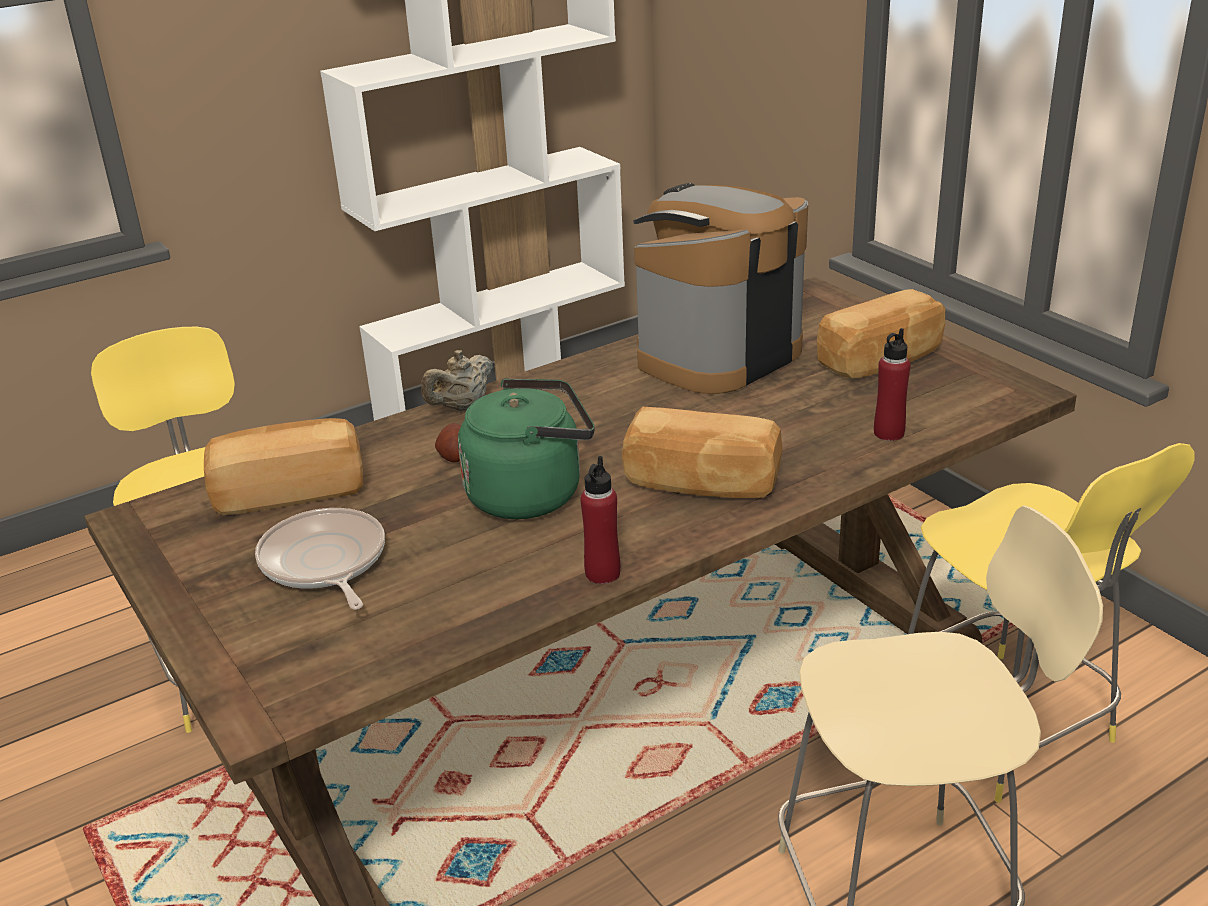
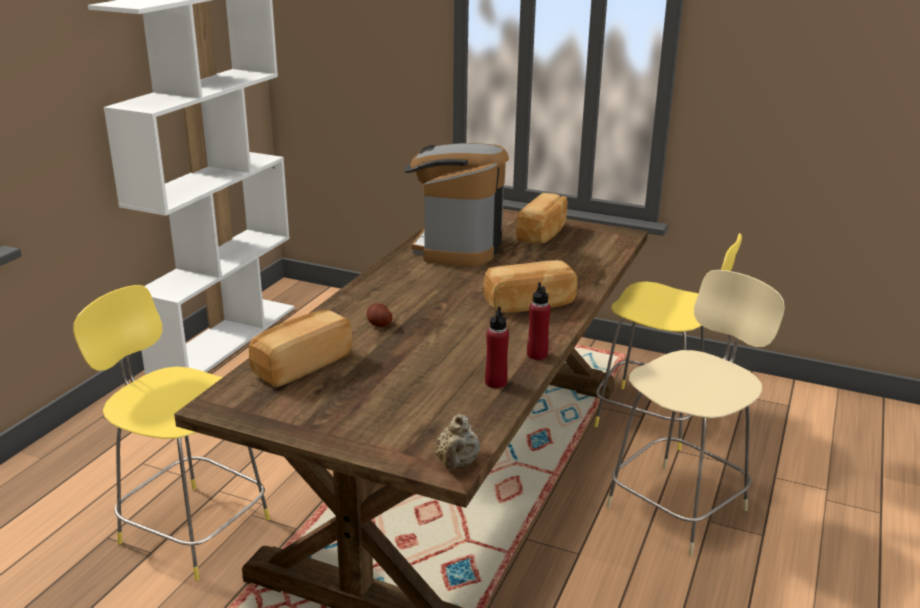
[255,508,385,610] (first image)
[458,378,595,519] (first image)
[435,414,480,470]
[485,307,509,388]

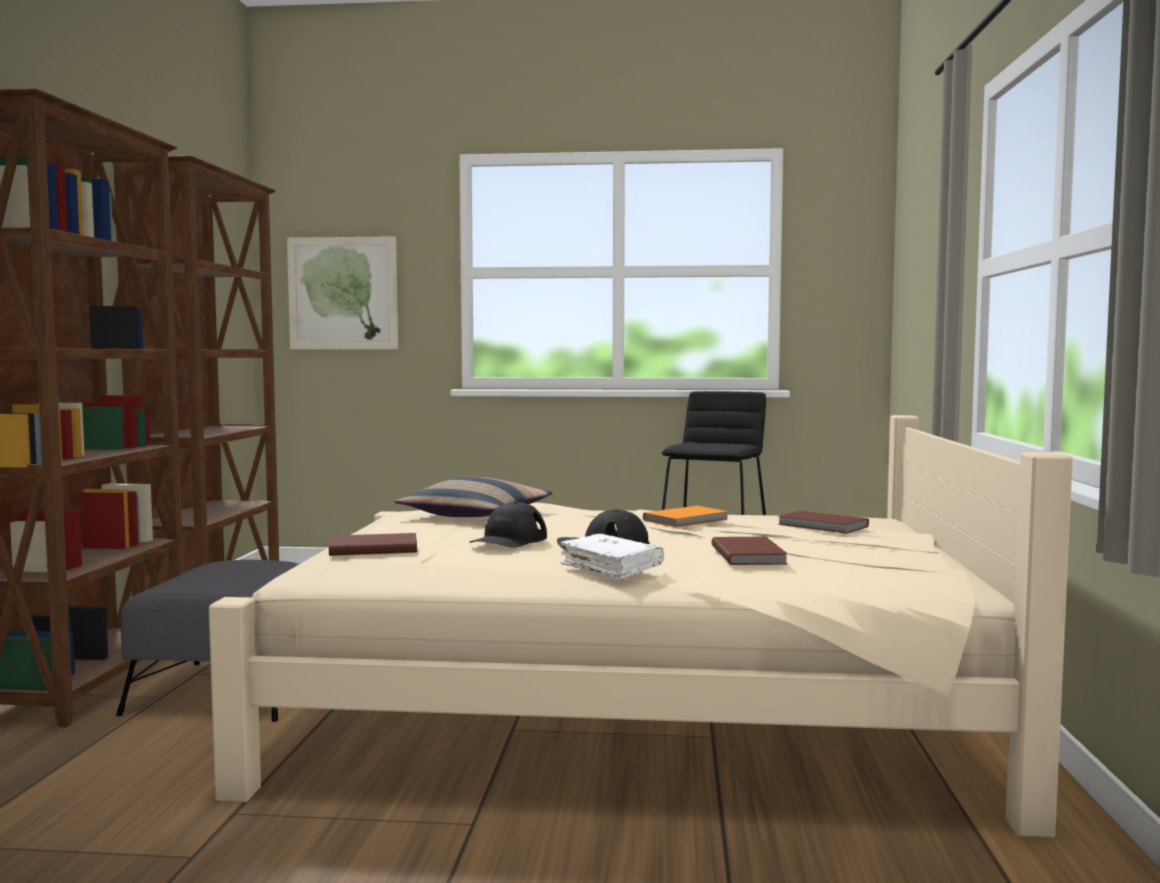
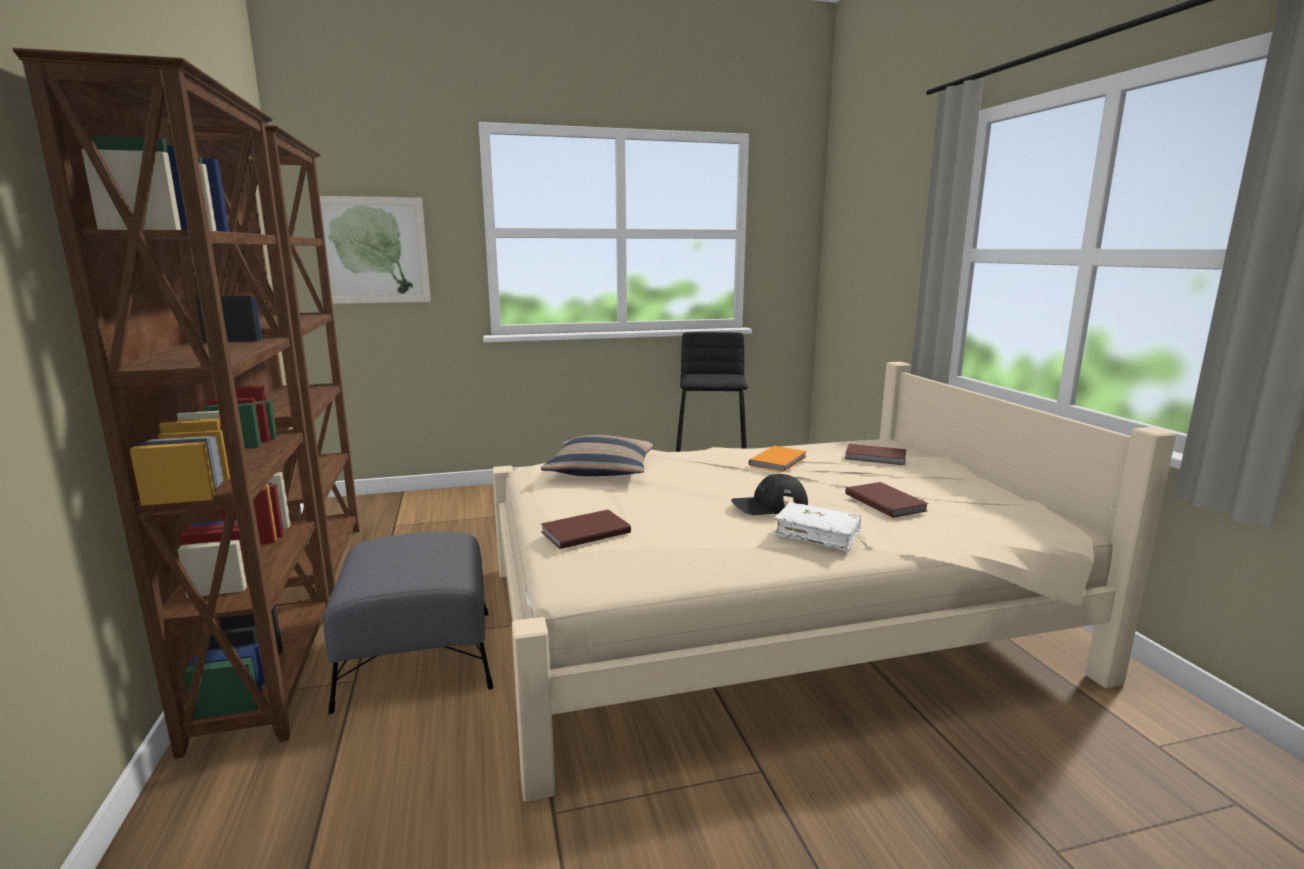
[469,502,547,548] (first image)

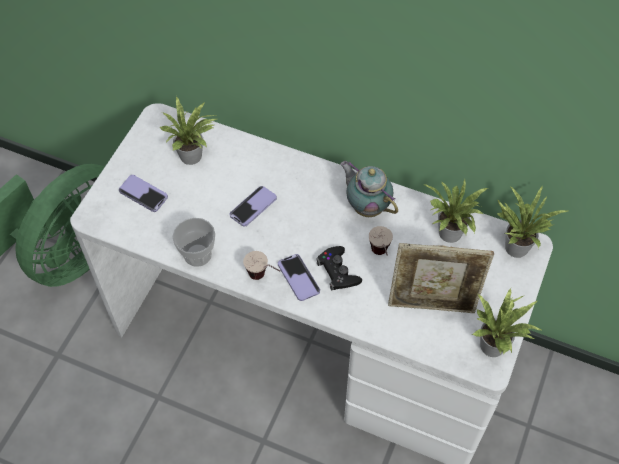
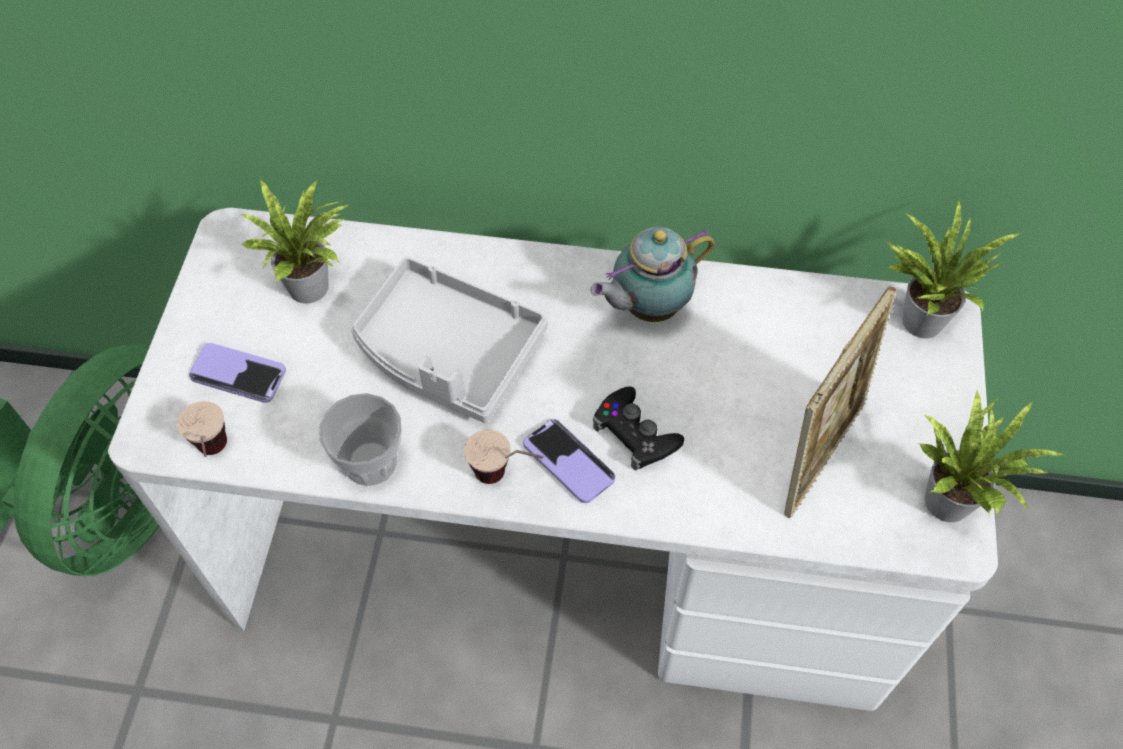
[423,179,487,243] (first image)
[177,401,227,457]
[351,257,548,423]
[590,227,715,322]
[784,286,896,518]

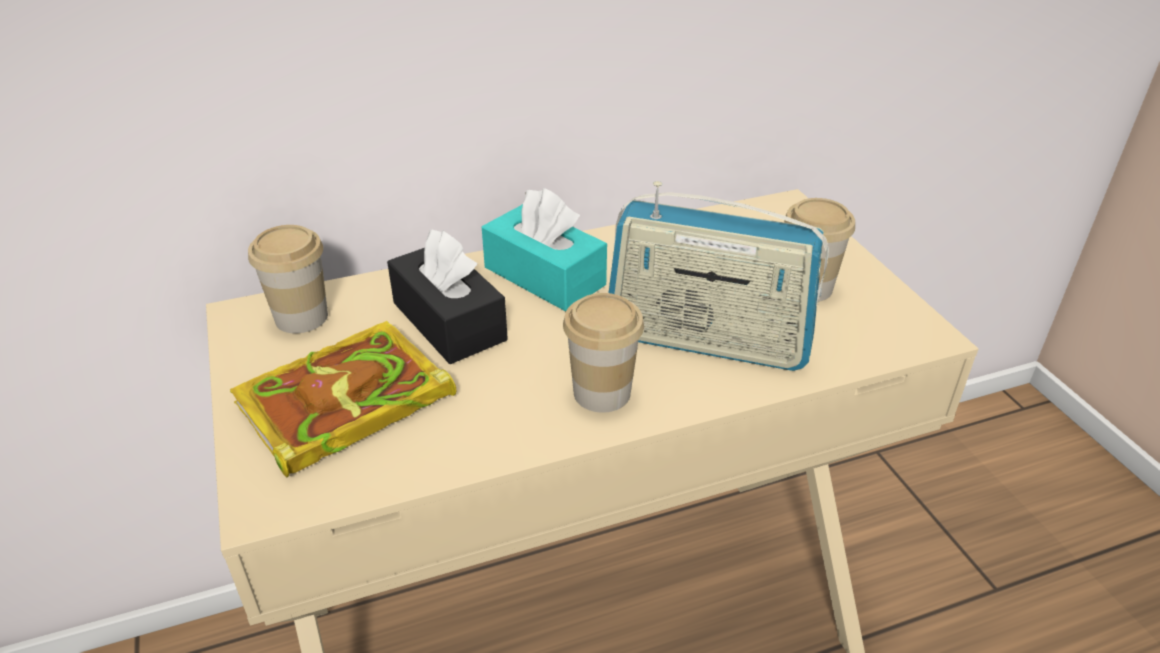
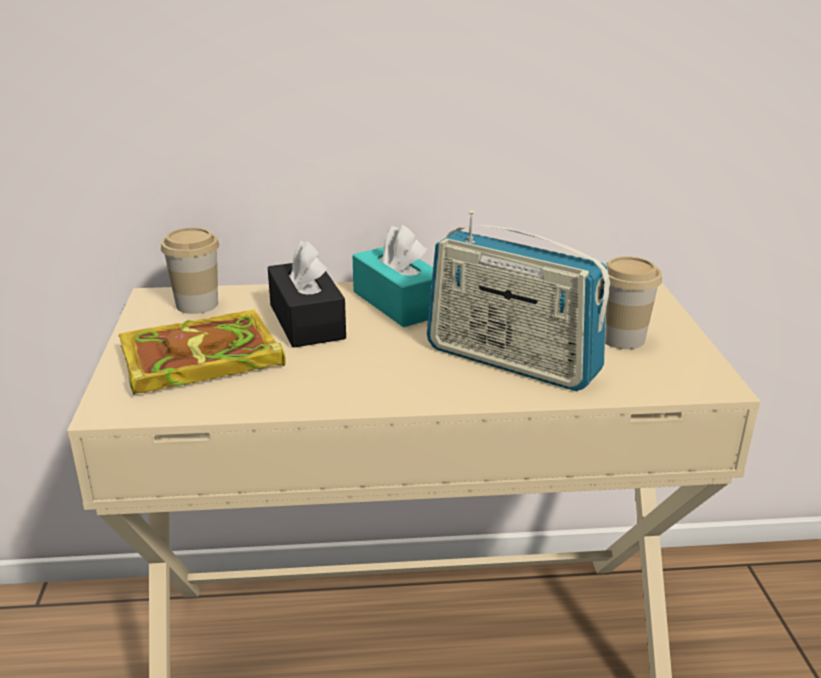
[563,293,644,413] (first image)

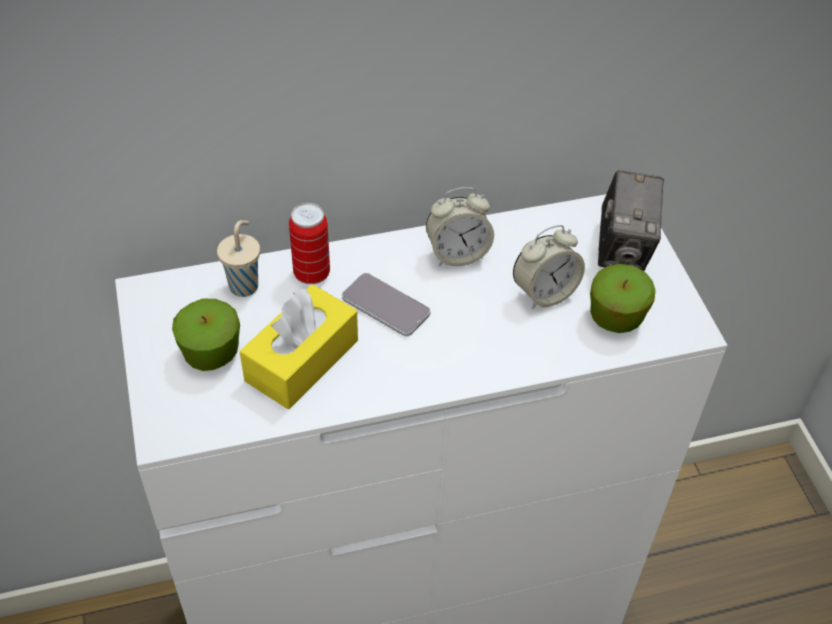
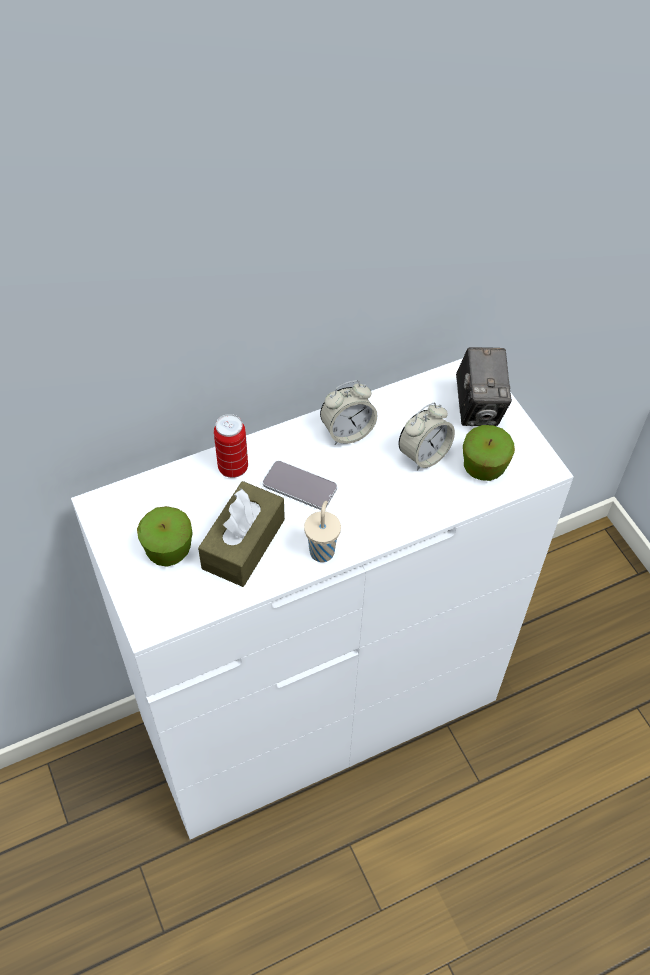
[304,501,341,562]
[198,481,285,587]

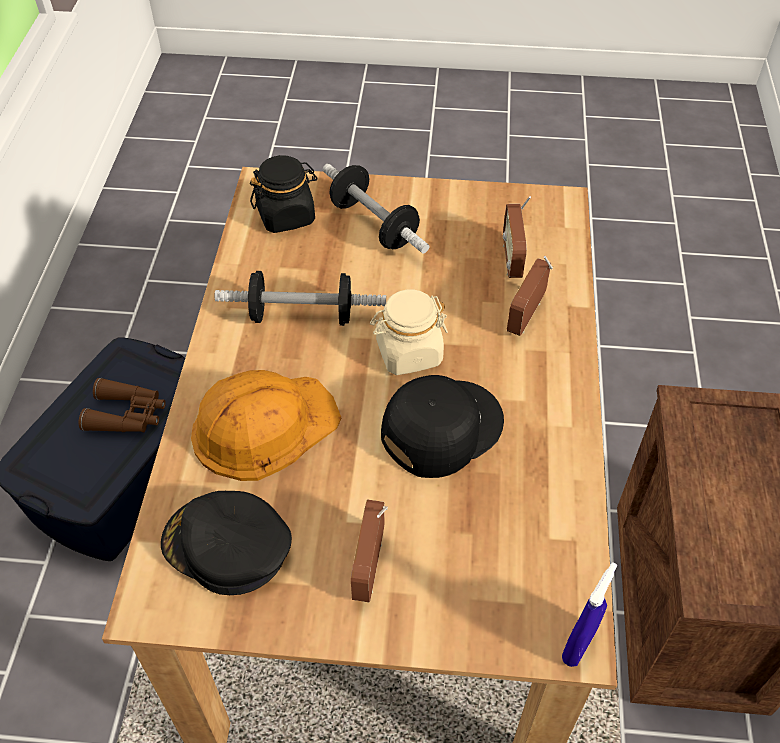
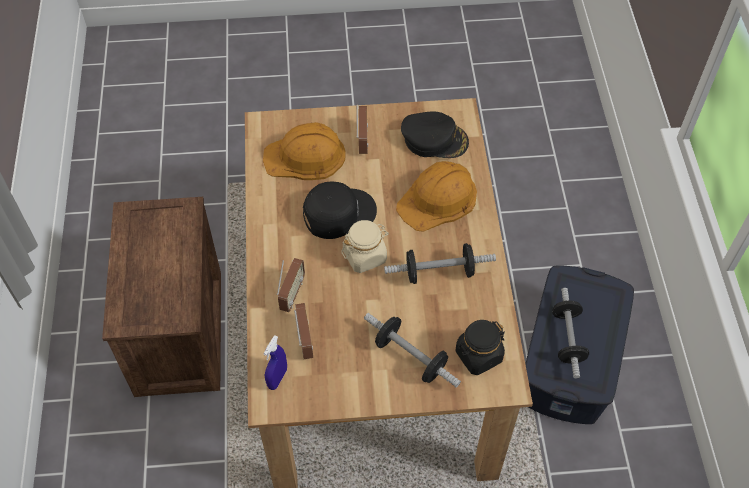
[263,122,346,180]
[264,335,287,390]
[552,288,589,378]
[303,182,377,239]

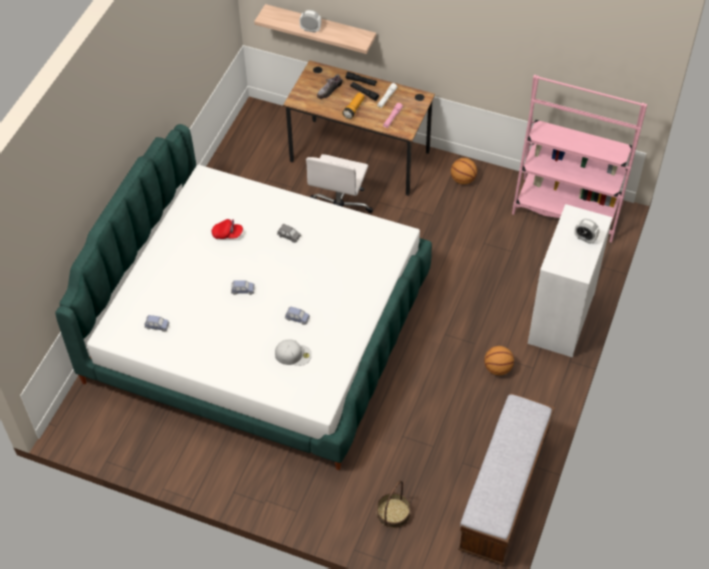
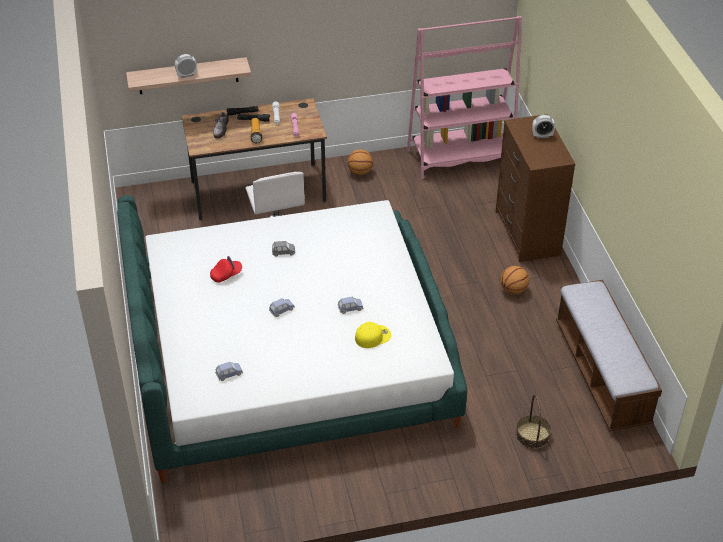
[355,322,392,348]
[495,114,576,262]

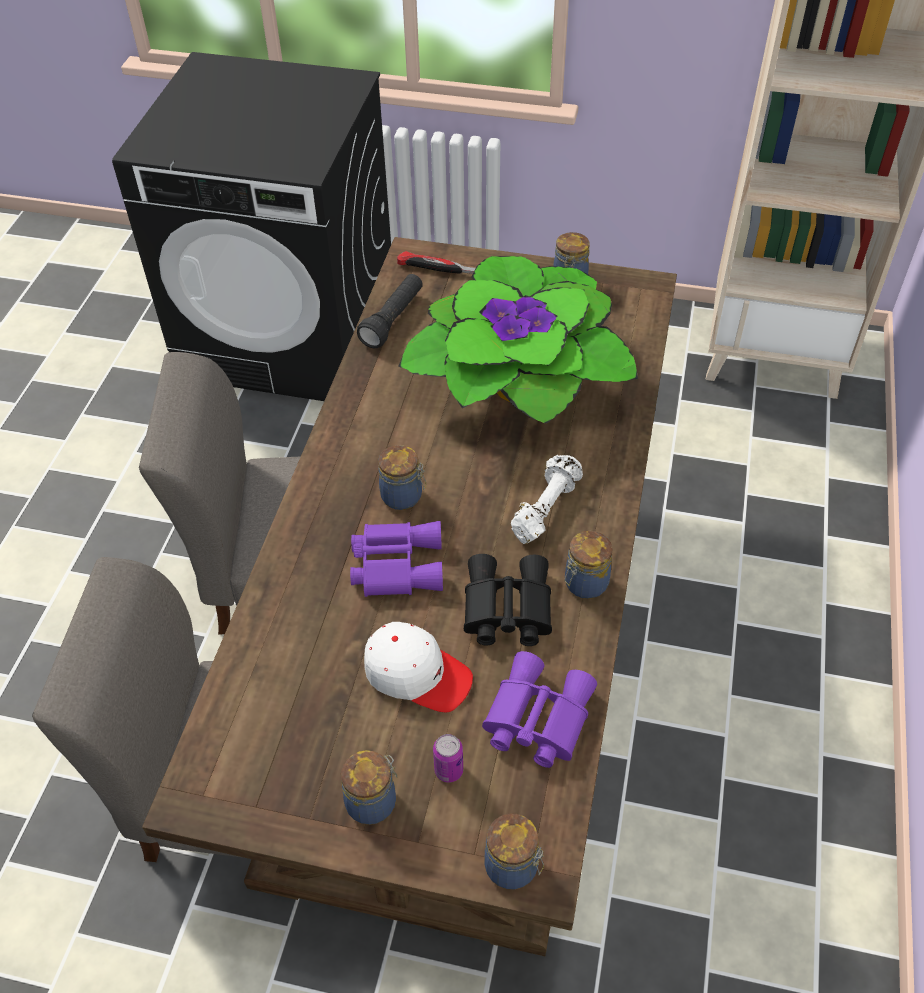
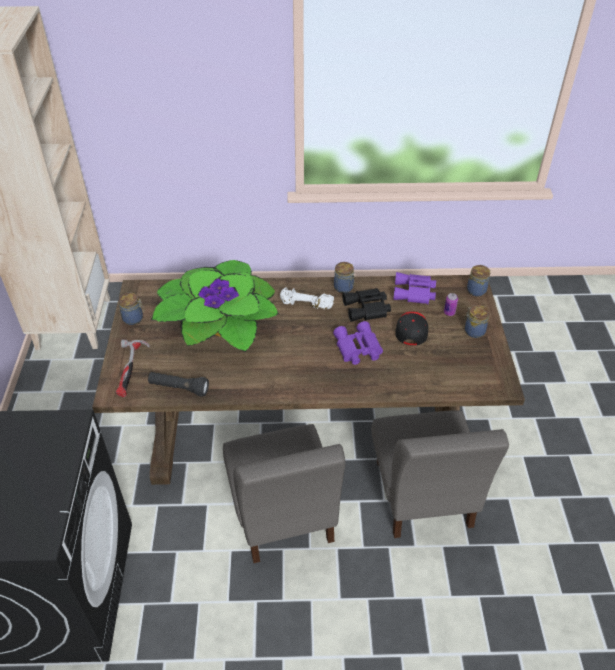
[378,445,426,510] (first image)
[395,311,428,345]

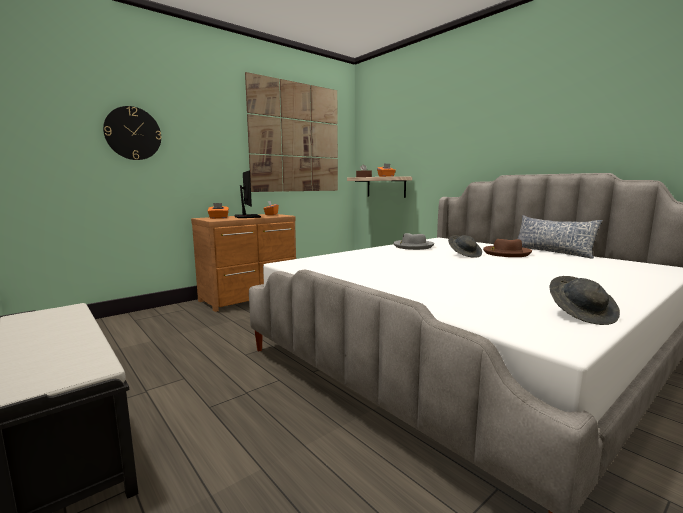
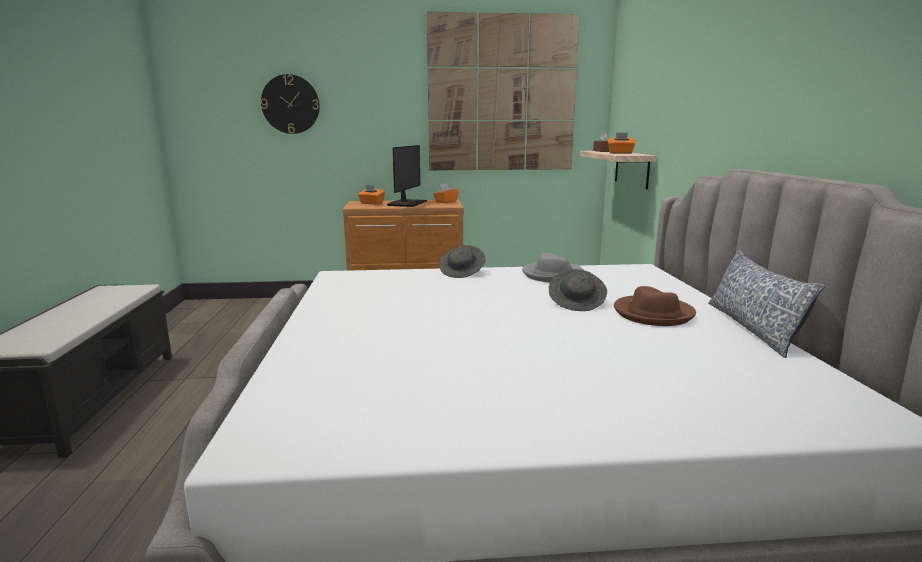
[439,245,486,278]

